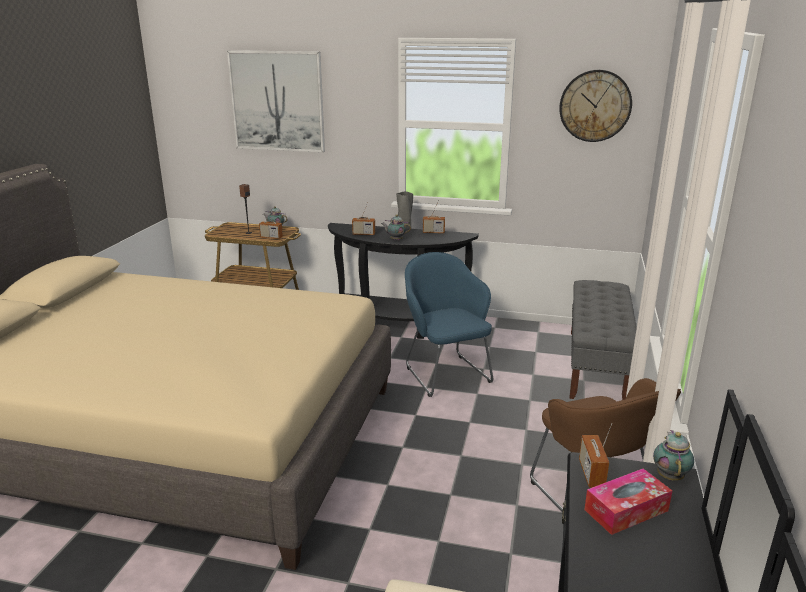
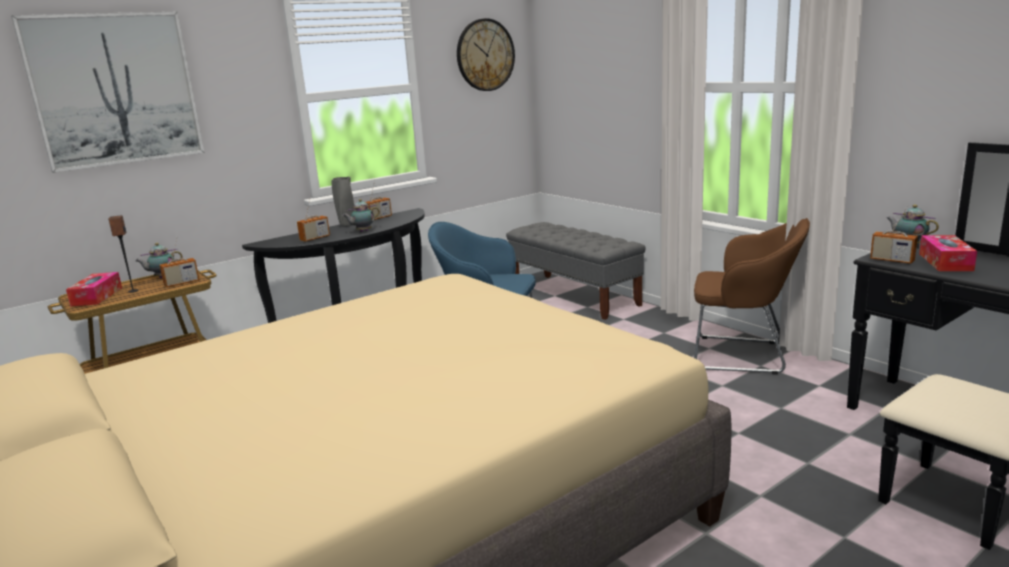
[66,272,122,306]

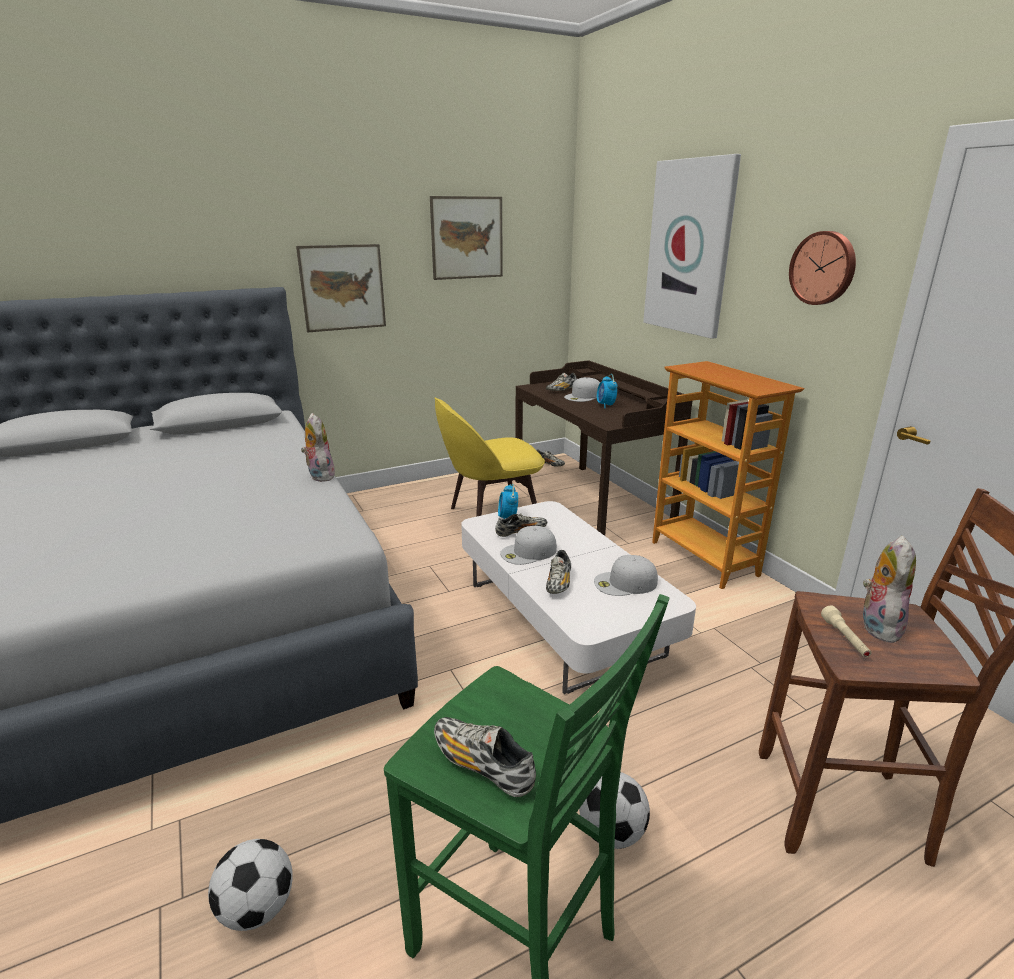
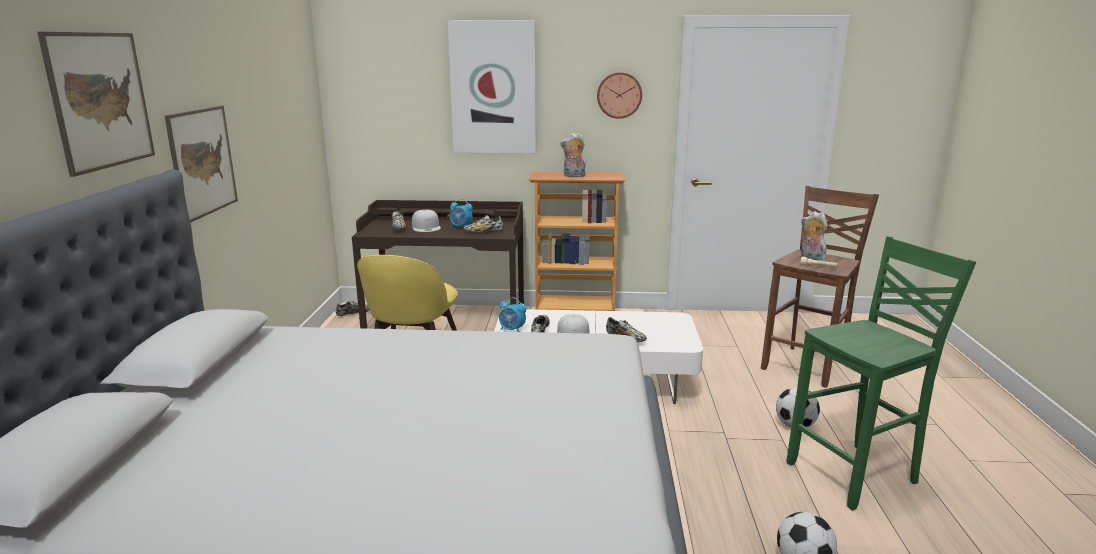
[594,555,658,596] (first image)
[560,133,586,177]
[37,32,155,177]
[463,215,503,232]

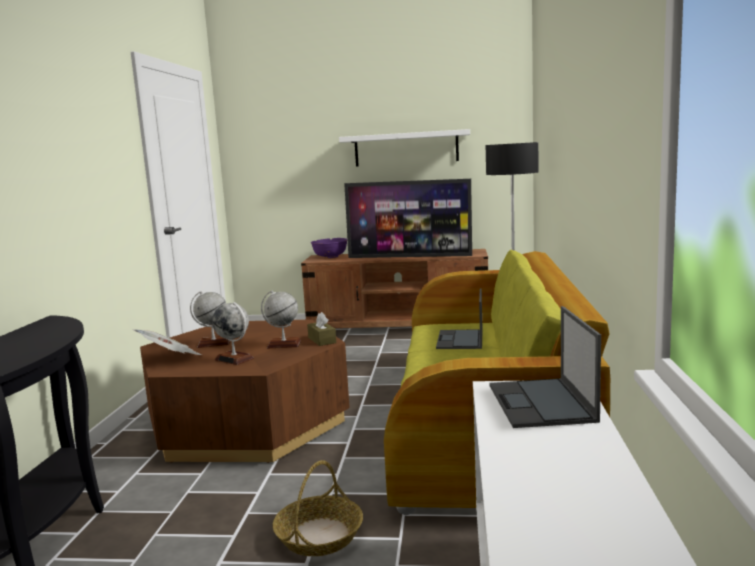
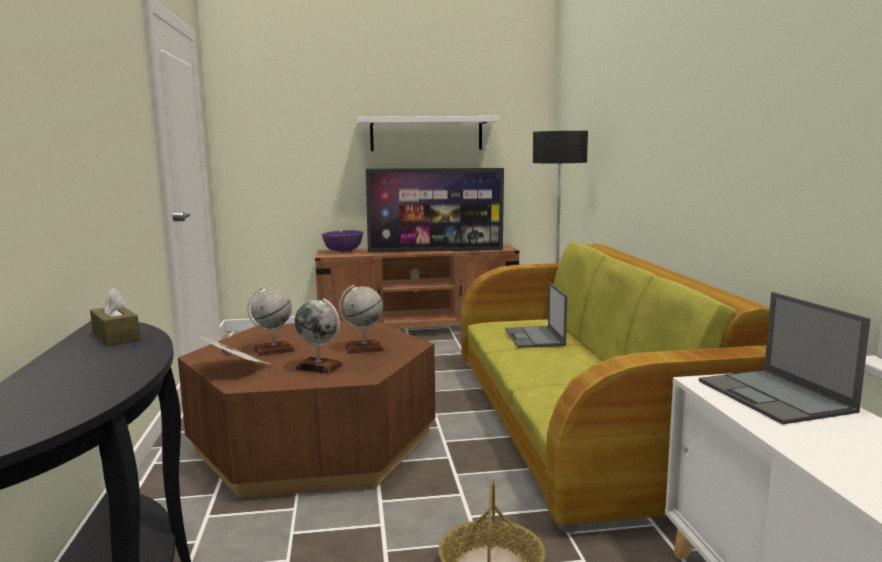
[90,288,140,346]

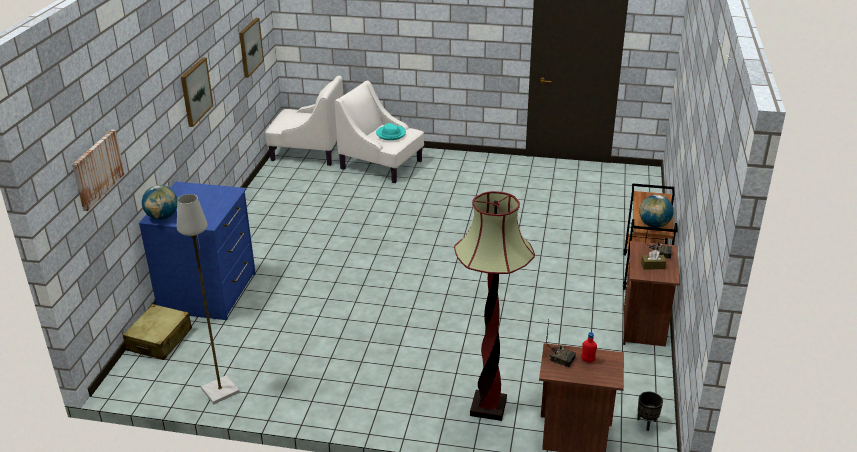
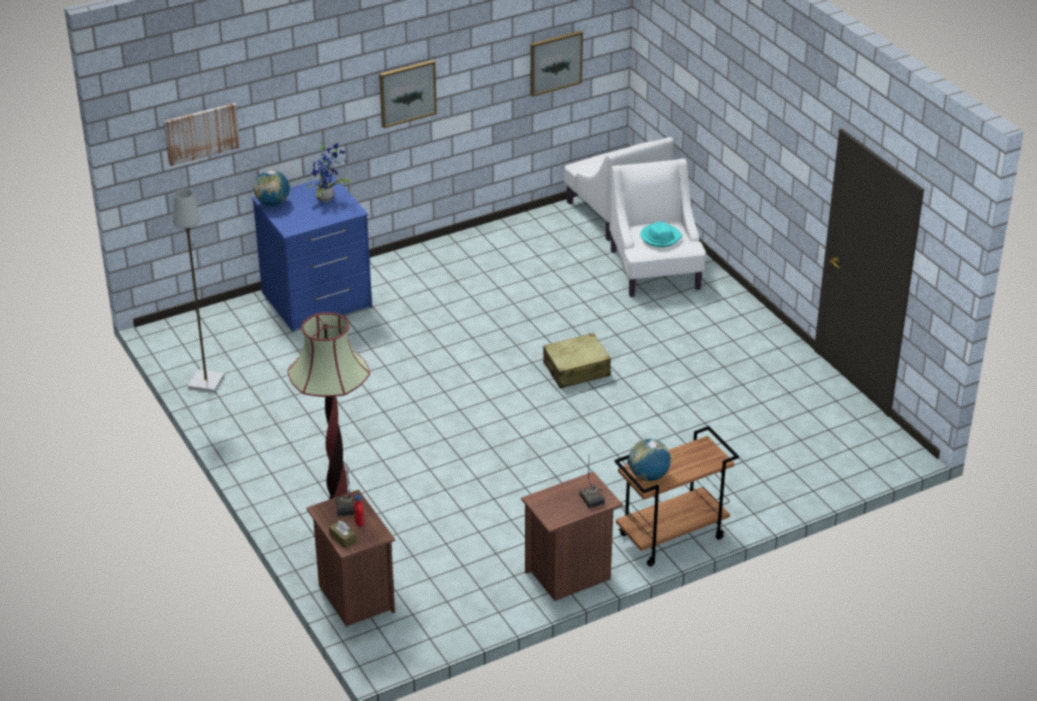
[637,392,663,431] (first image)
[307,142,351,202]
[543,333,611,389]
[329,520,356,548]

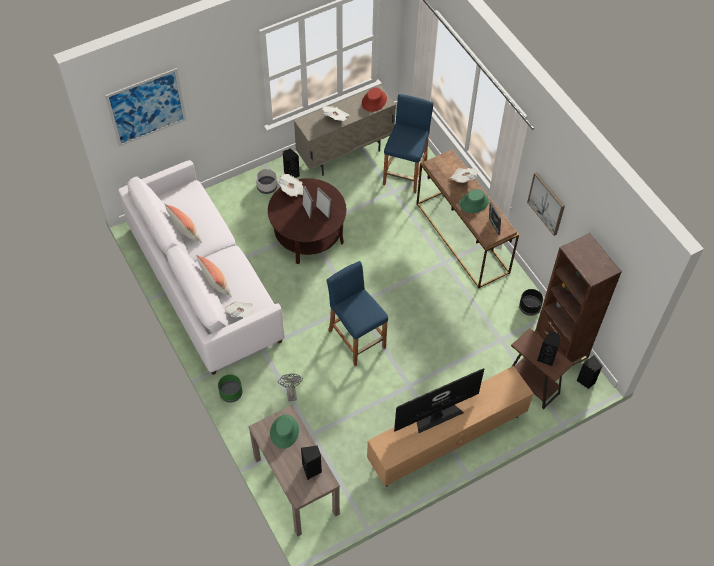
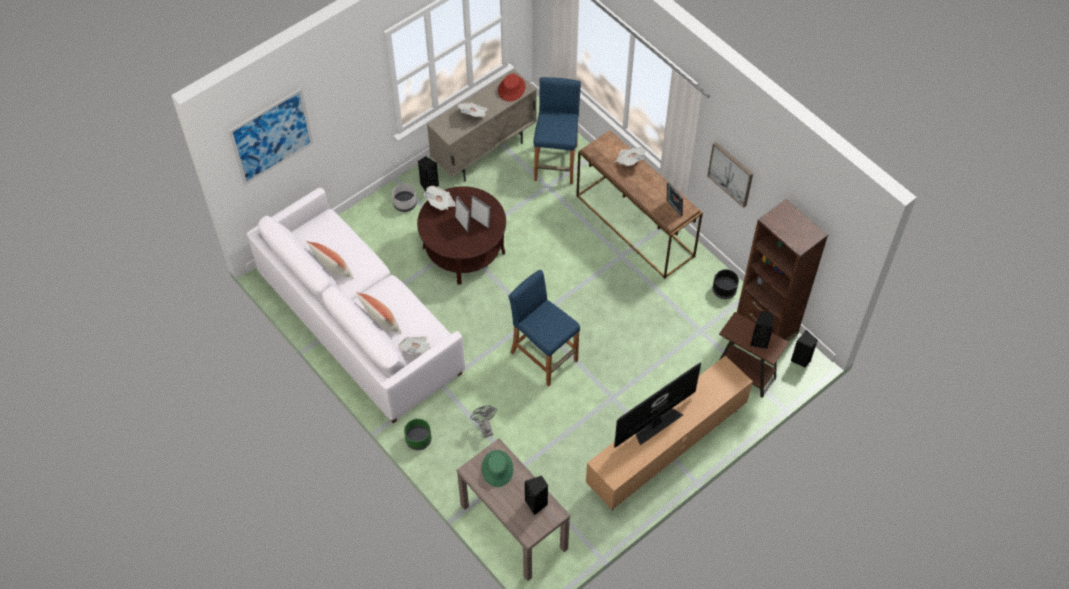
[460,189,489,213] (first image)

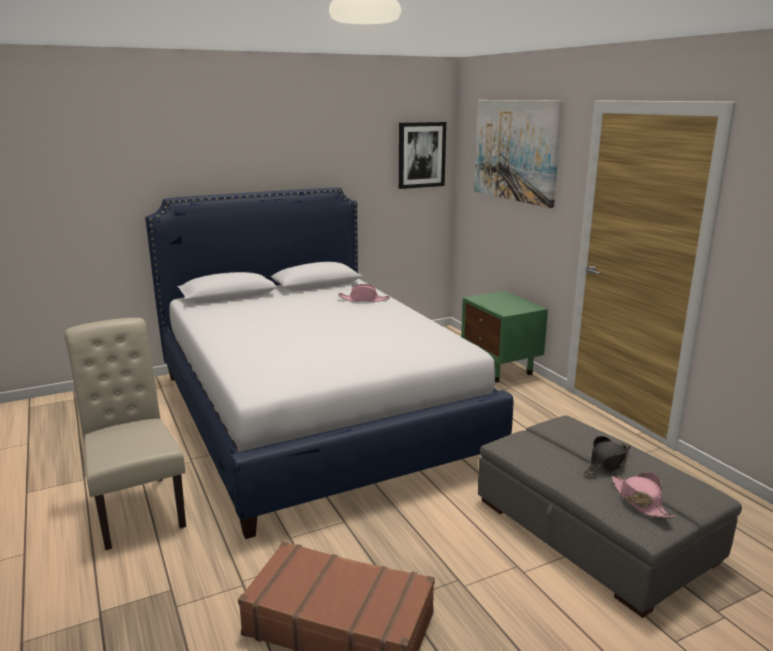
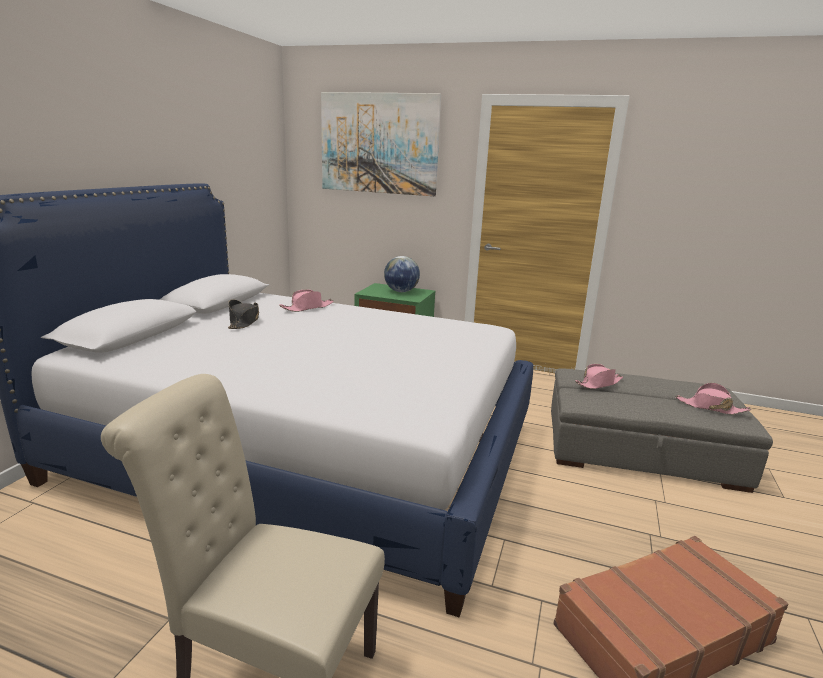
[399,122,446,189] (first image)
[384,256,420,292]
[575,364,623,389]
[228,300,259,329]

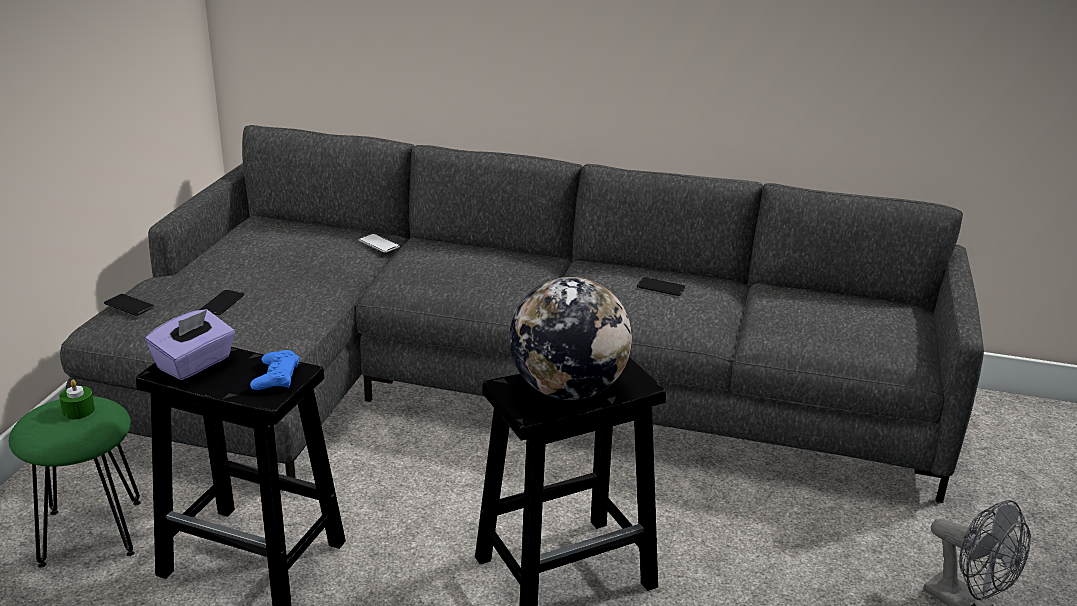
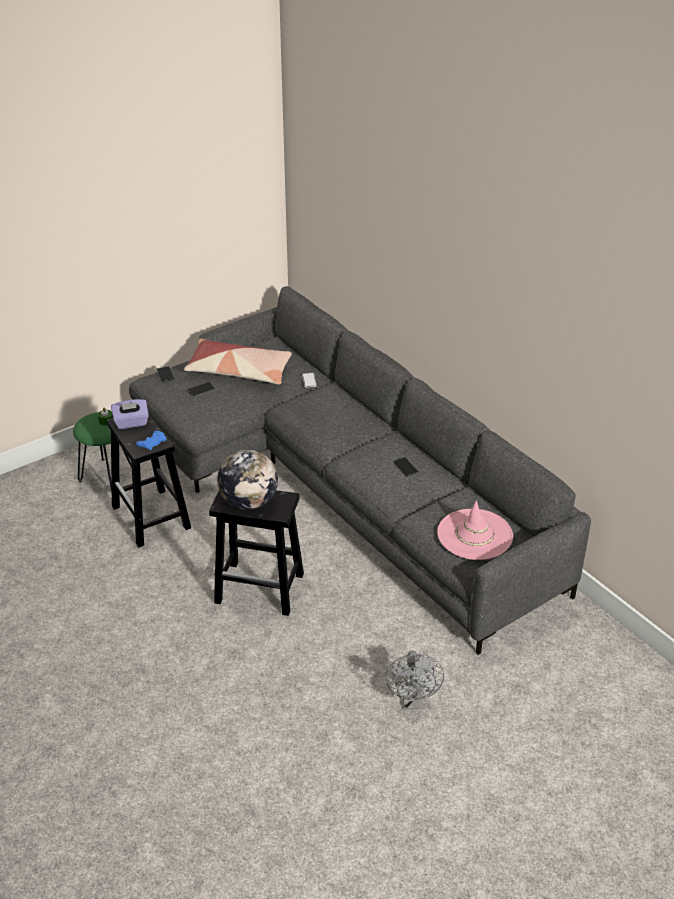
[184,338,292,384]
[437,500,513,560]

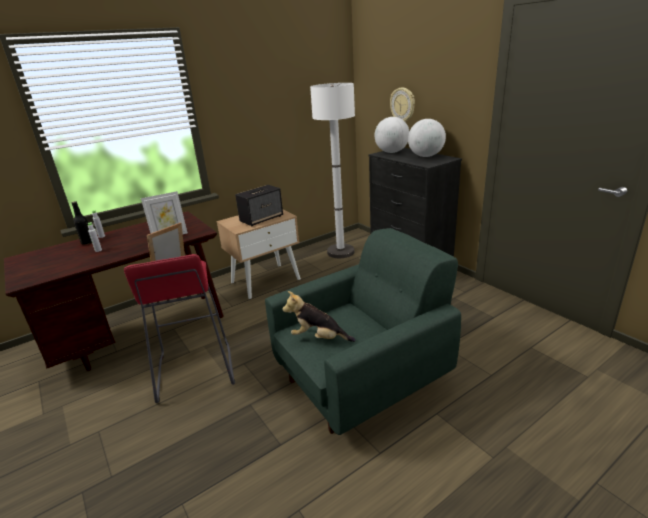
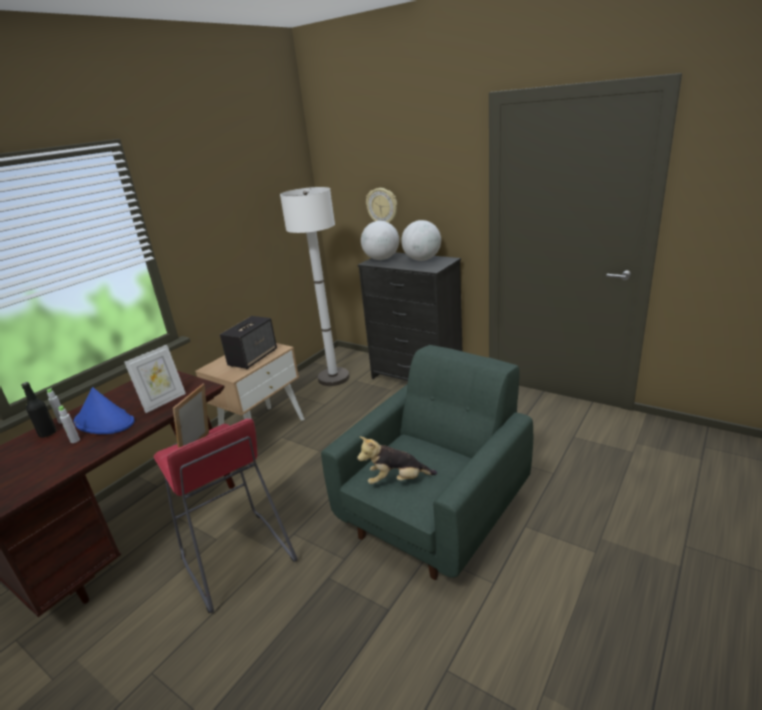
[74,387,135,434]

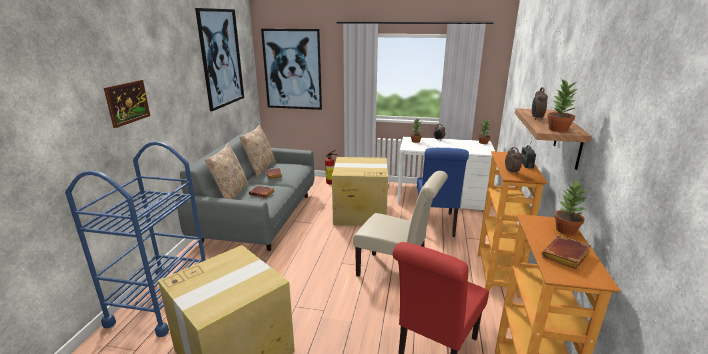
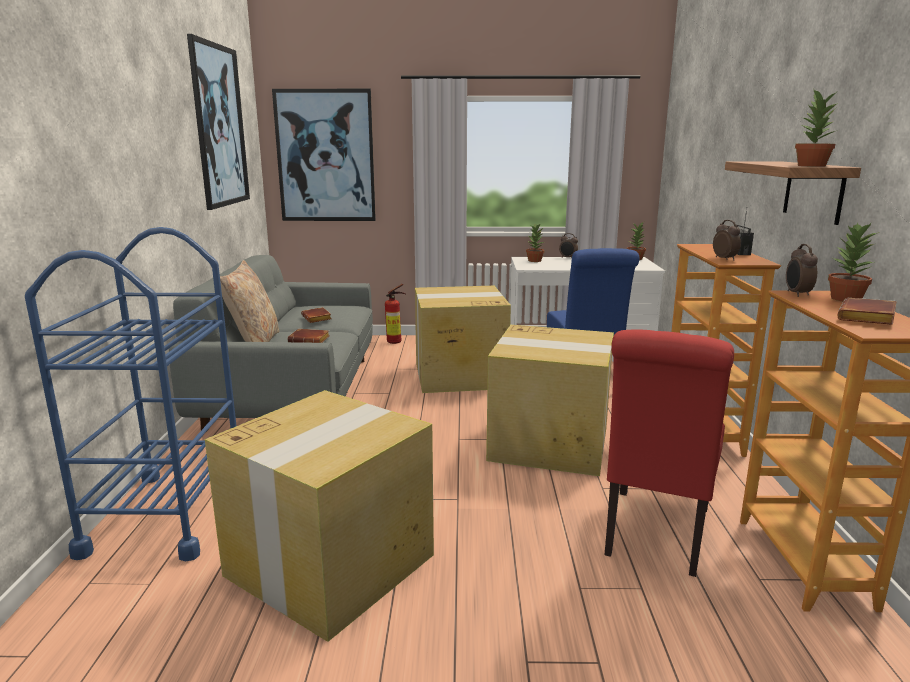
[104,80,150,128] (first image)
[239,125,276,177] (first image)
[786,244,818,297]
[486,325,614,476]

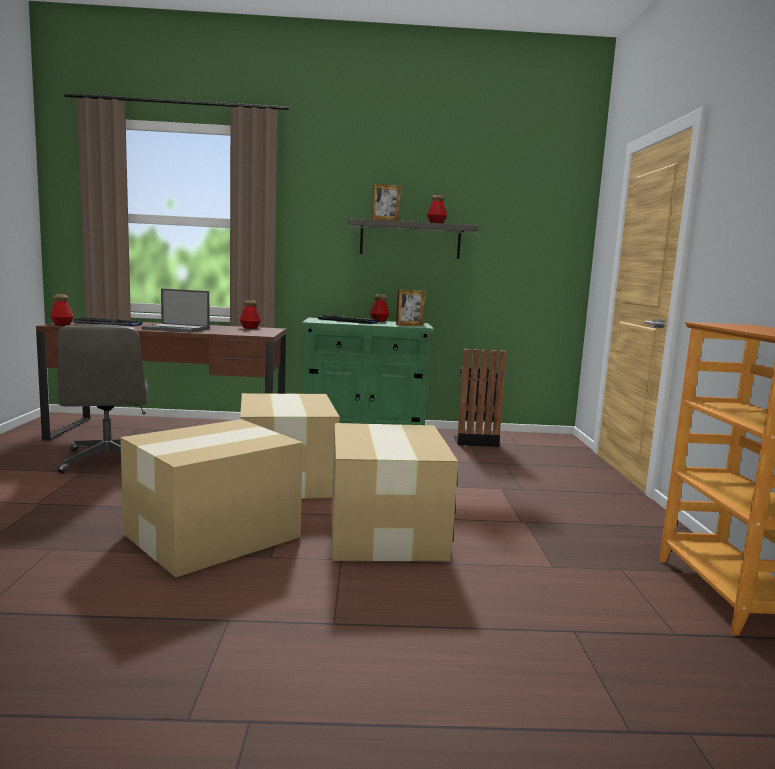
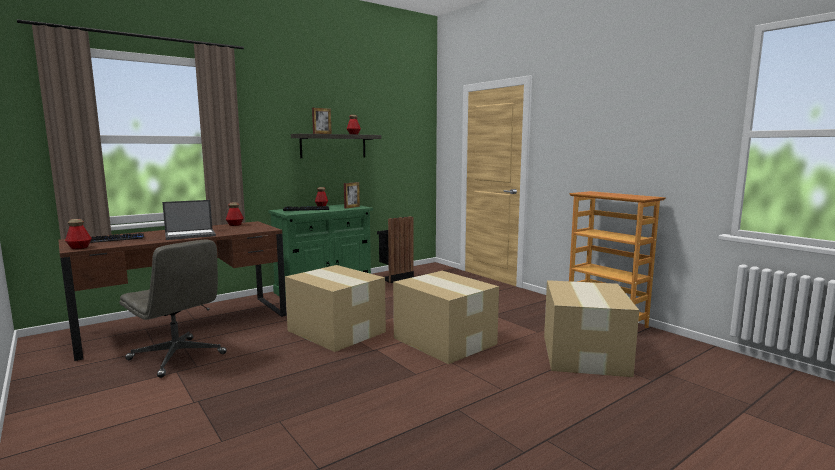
[544,280,639,377]

